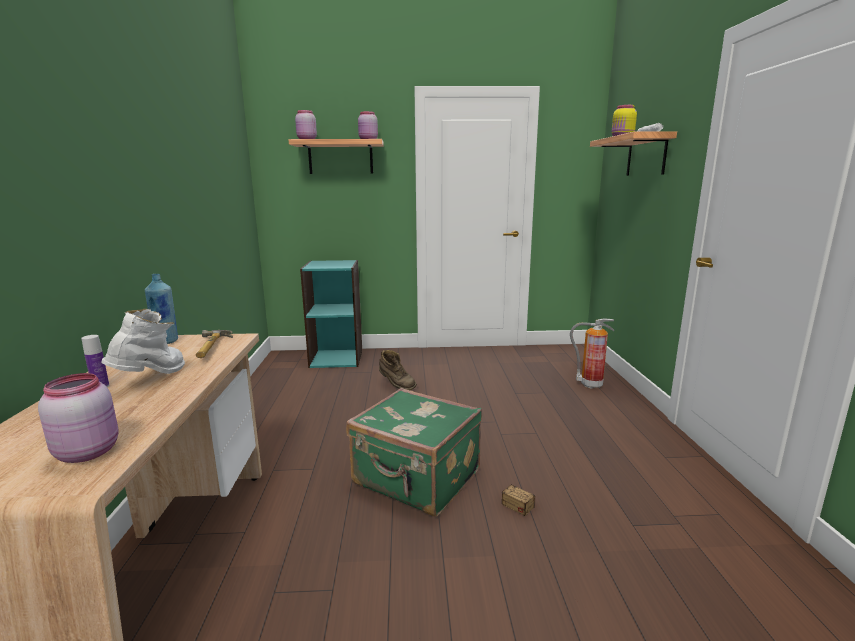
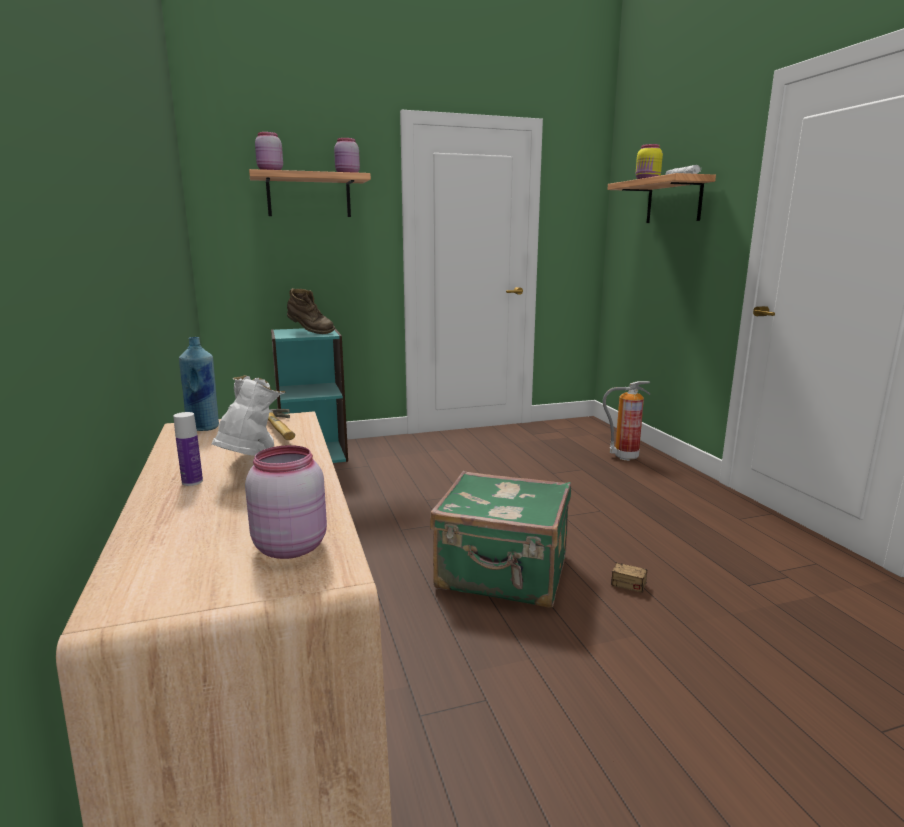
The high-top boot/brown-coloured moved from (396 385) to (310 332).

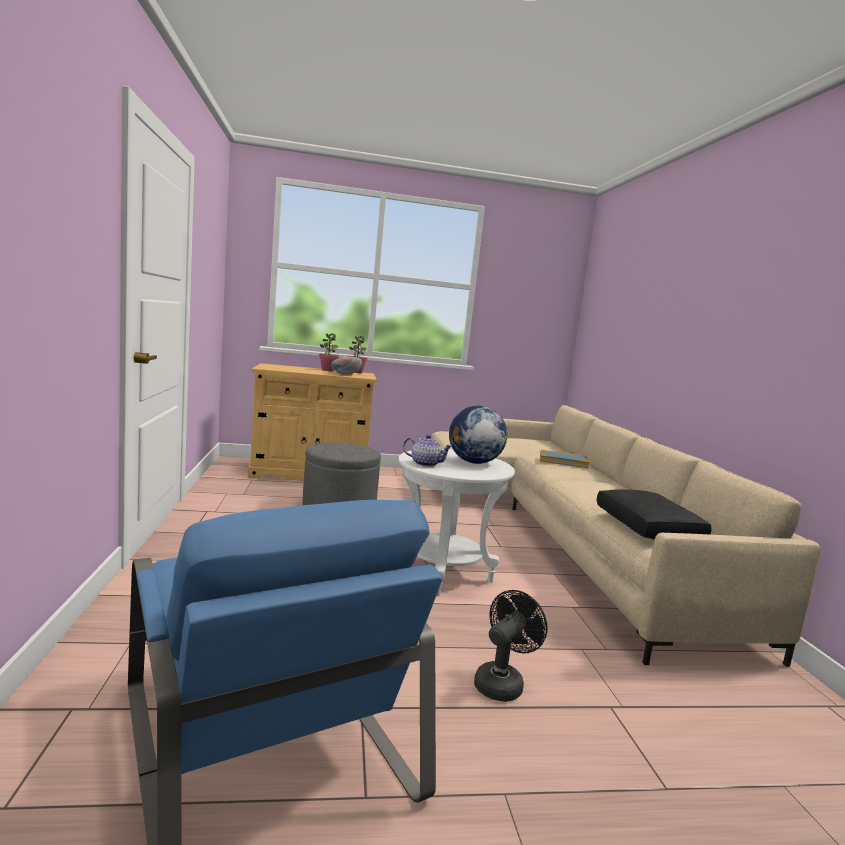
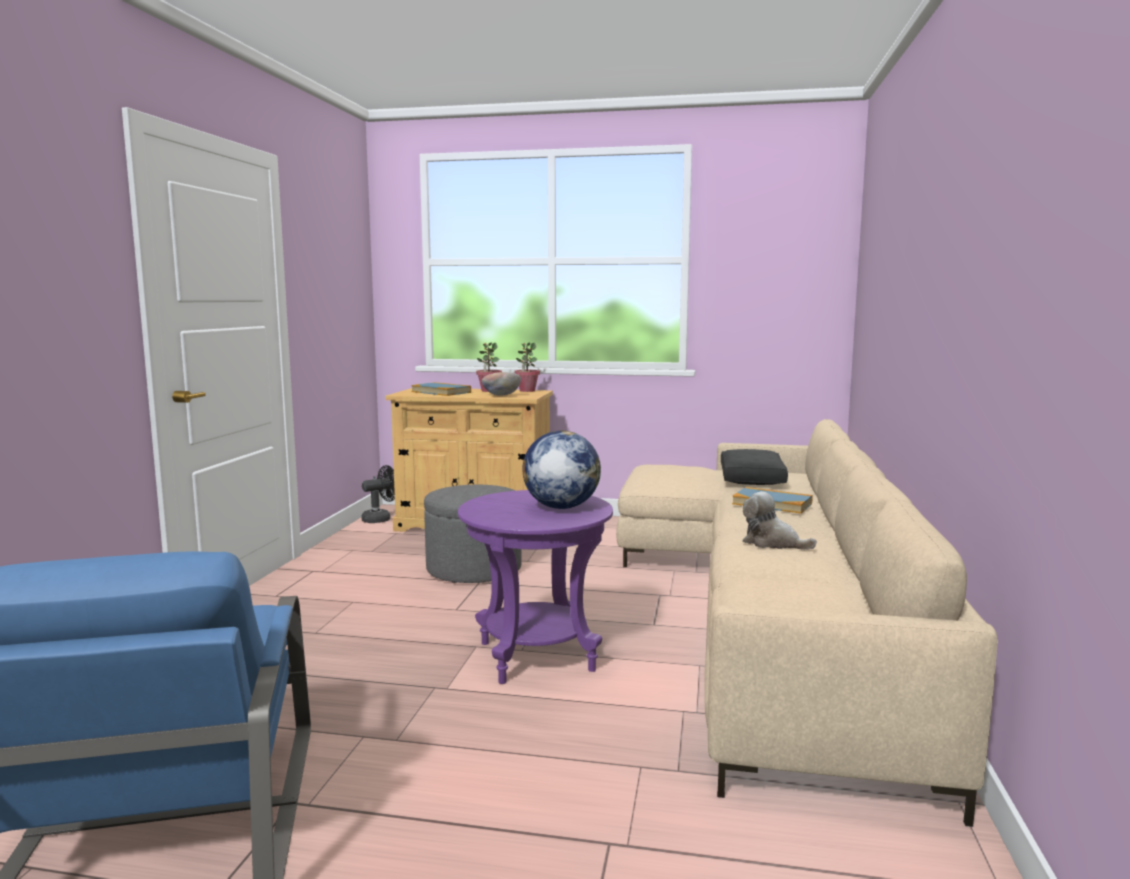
The accent table/white-coloured at (443 573) became the accent table/purple-coloured at (536 656).
The tea pot at (425 463) disappeared.
The cooling fan/black-coloured moved from (502 682) to (381 519).
The cushion/black-coloured moved from (649 527) to (753 478).
The volume at (441 392) appeared.
The soft toy at (772 543) appeared.

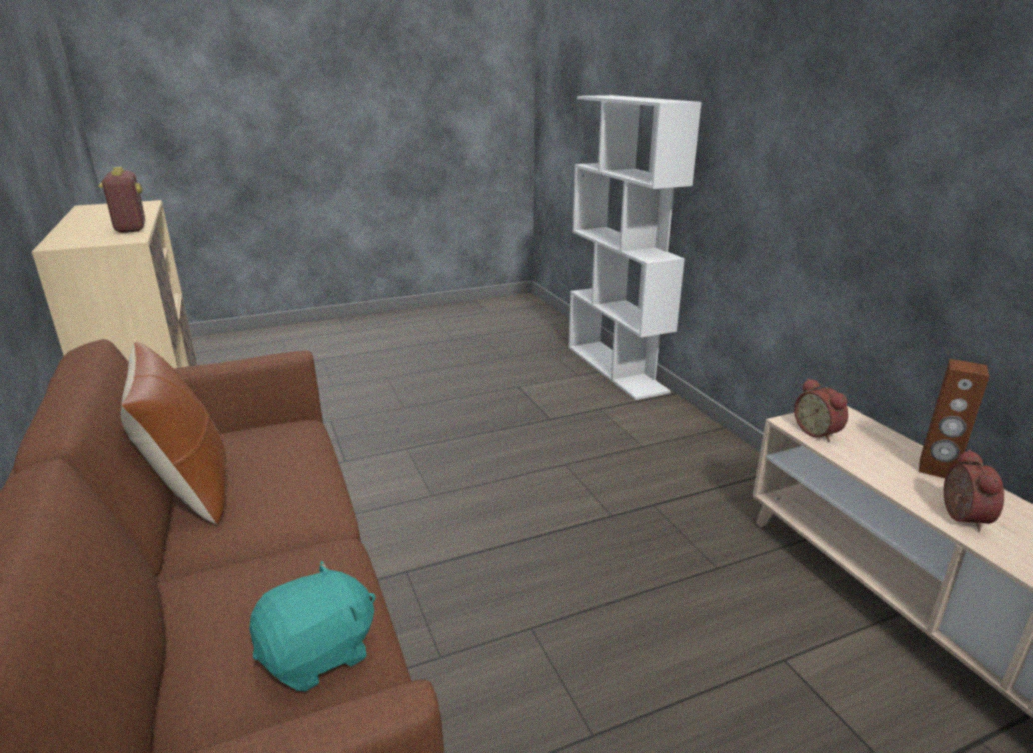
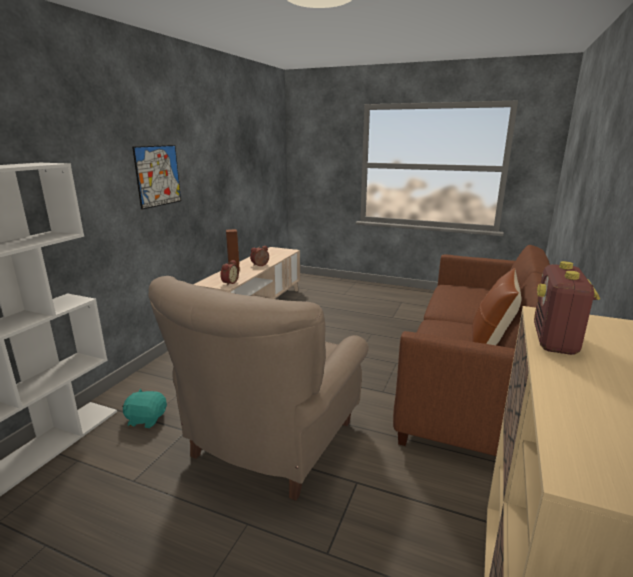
The soft toy/turquoise moved from (319 654) to (146 419).
The wall art at (158 176) appeared.
The armchair/beige-coloured at (270 443) appeared.

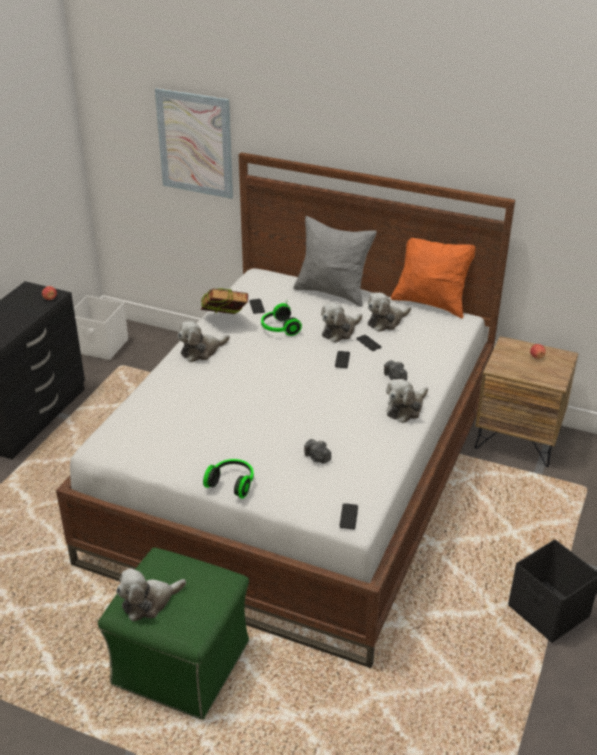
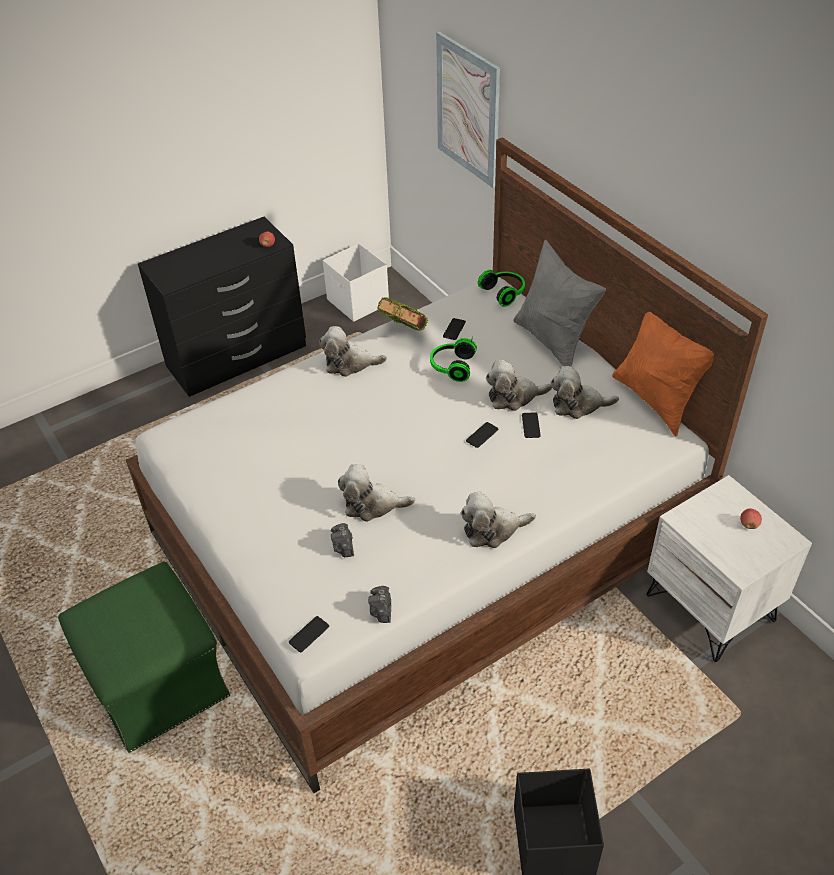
The soft toy moved from (149 602) to (372 505).
The headphones moved from (232 483) to (504 293).
The photo camera moved from (394 377) to (381 611).
The night table/brown-coloured at (518 438) became the night table/white-coloured at (711 607).

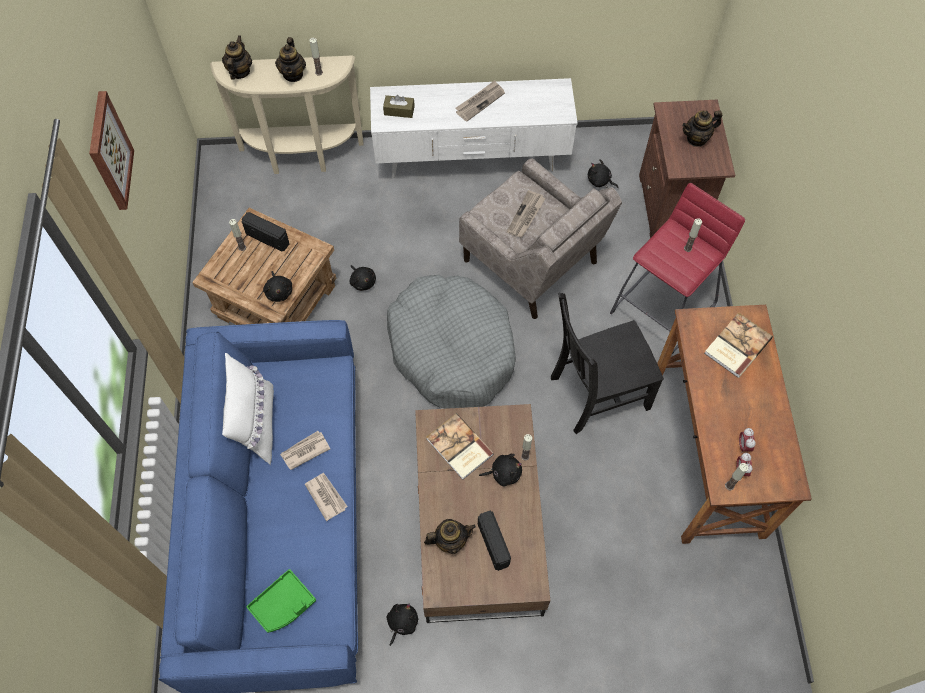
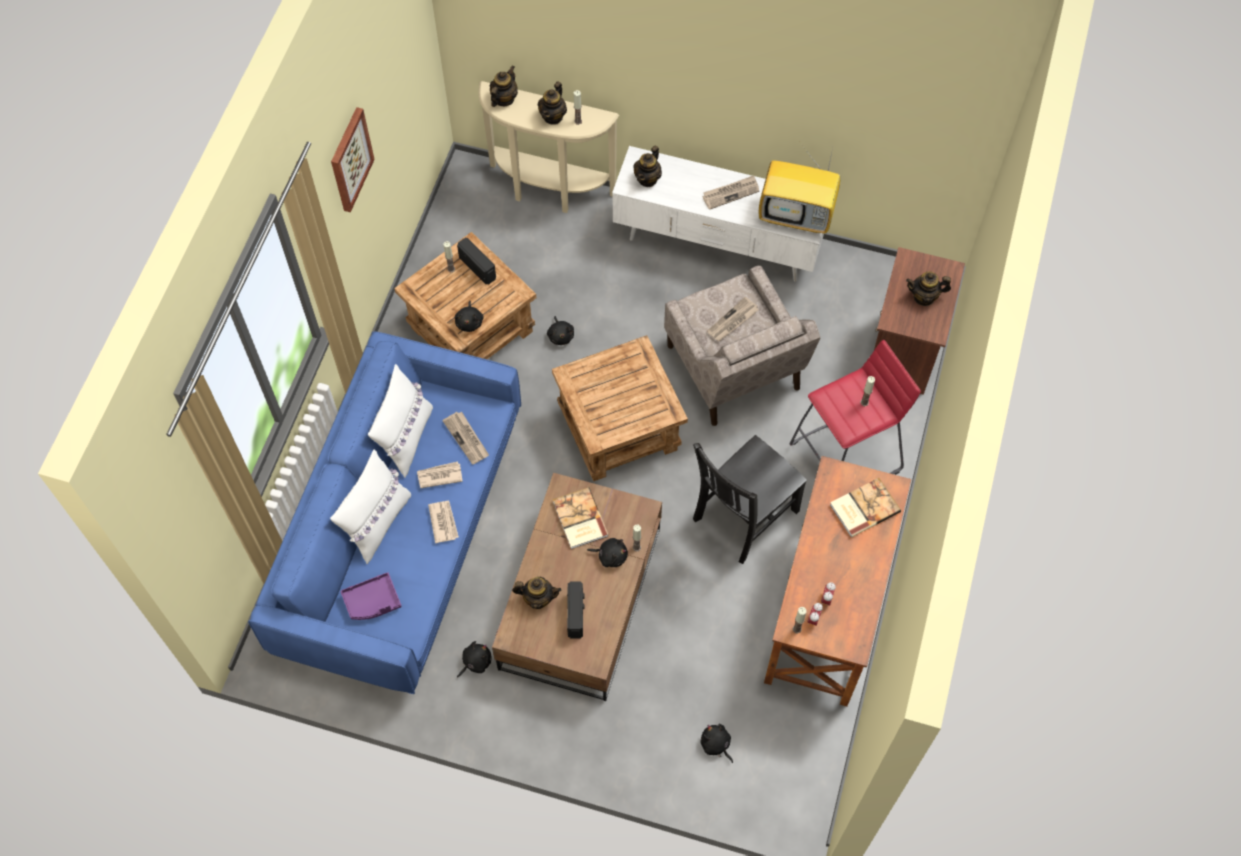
The tray/green at (283 605) became the tray/purple-coloured at (372 601).
The tissue holder/brown-coloured at (399 110) was replaced by the tea pot at (647 179).
The pet bed/greyish at (451 350) was replaced by the accent table/brown-coloured at (620 429).
The chair/black-coloured at (596 393) turned 45 degrees counterclockwise.
The soft toy/black-coloured moved from (600 181) to (716 745).
The cushion/white-coloured at (377 523) appeared.
The printed paper at (467 438) appeared.
The TV at (798 215) appeared.

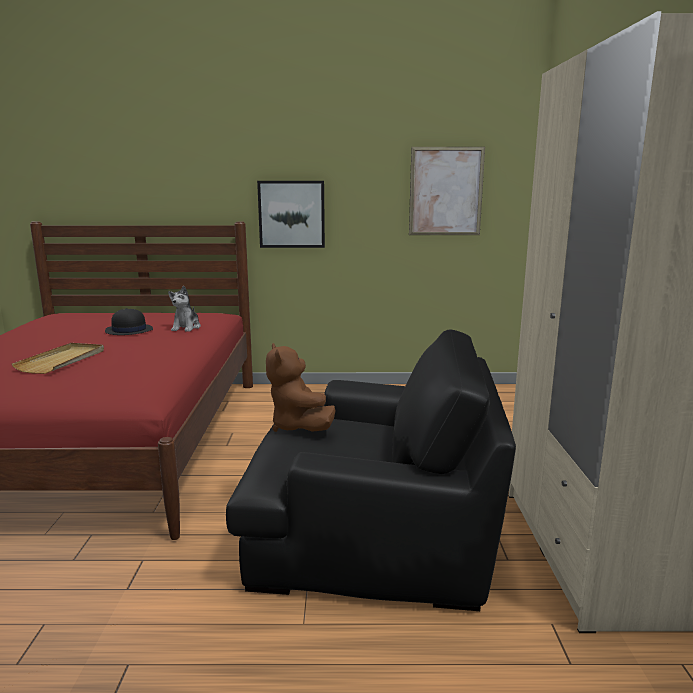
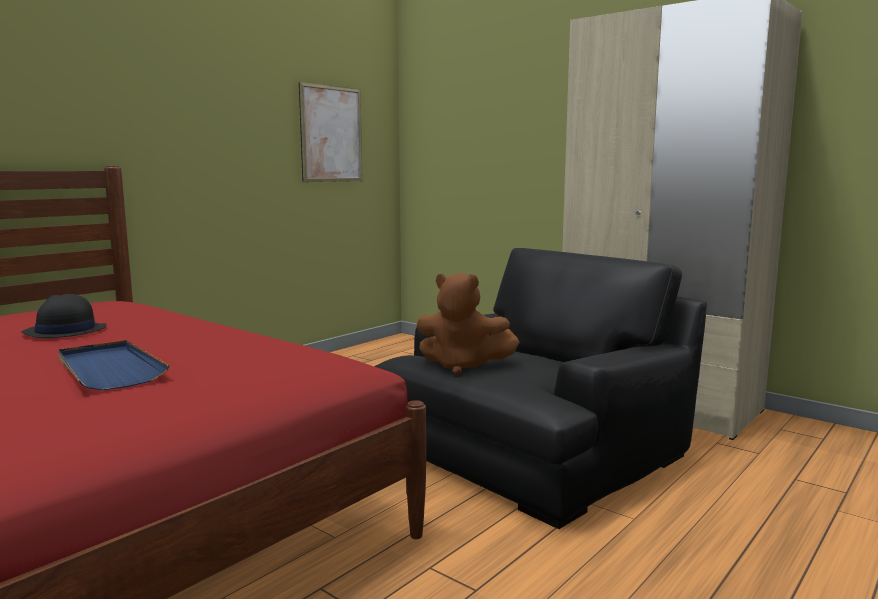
The tray/beige-coloured at (62 360) became the tray/bluish at (109 369).
The soft toy at (186 328) disappeared.
The wall art at (291 214) disappeared.

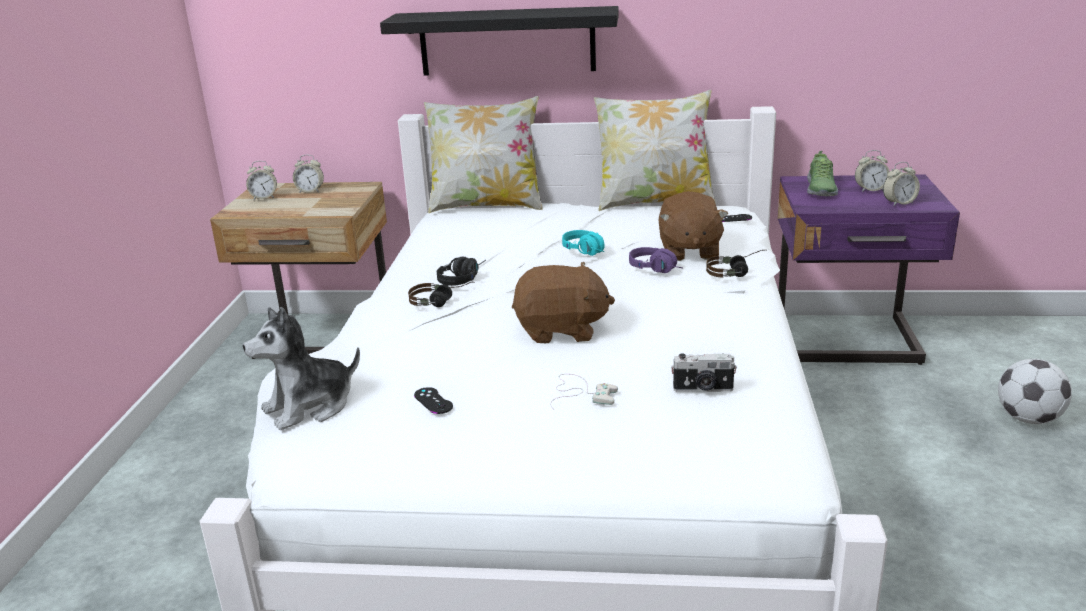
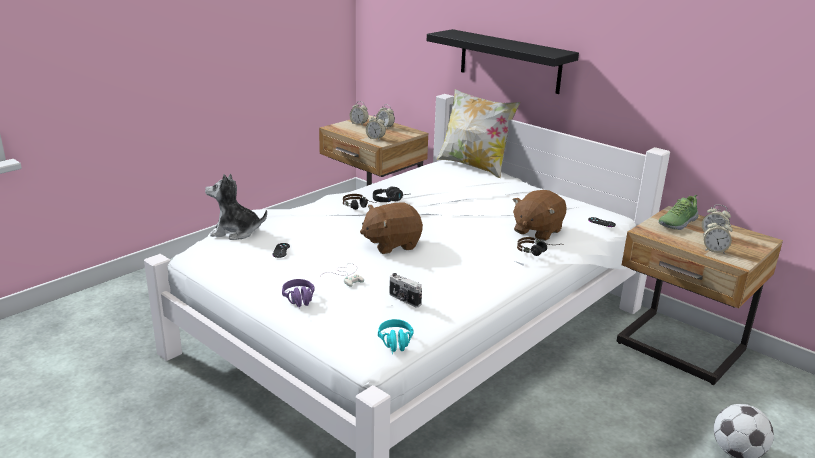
The soft toy/brown-coloured at (561 330) turned 120 degrees clockwise.
The headphones/turquoise moved from (588 251) to (396 345).
The cushion at (654 203) disappeared.
The headphones/purple-coloured moved from (658 269) to (300 301).
The night table/purple-coloured at (848 343) became the night table/beige-coloured at (679 349).
The alarm clock at (375 138) appeared.

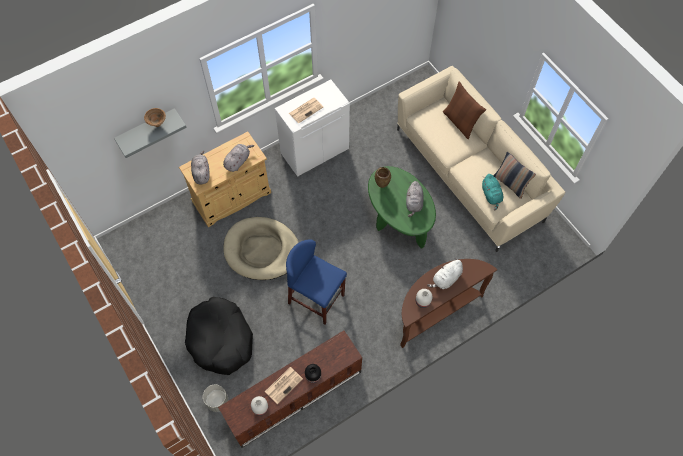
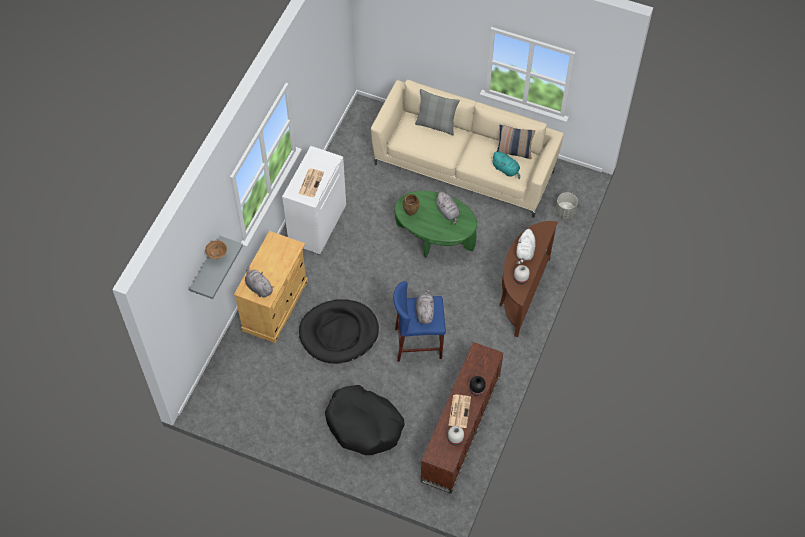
The flower pot/greyish moved from (217 401) to (565 211).
The soft toy/greyish moved from (238 161) to (424 312).
The pet bed/beige-coloured at (261 250) became the pet bed/black-coloured at (339 333).
The cushion/brown-coloured at (460 122) became the cushion/greyish at (436 125).

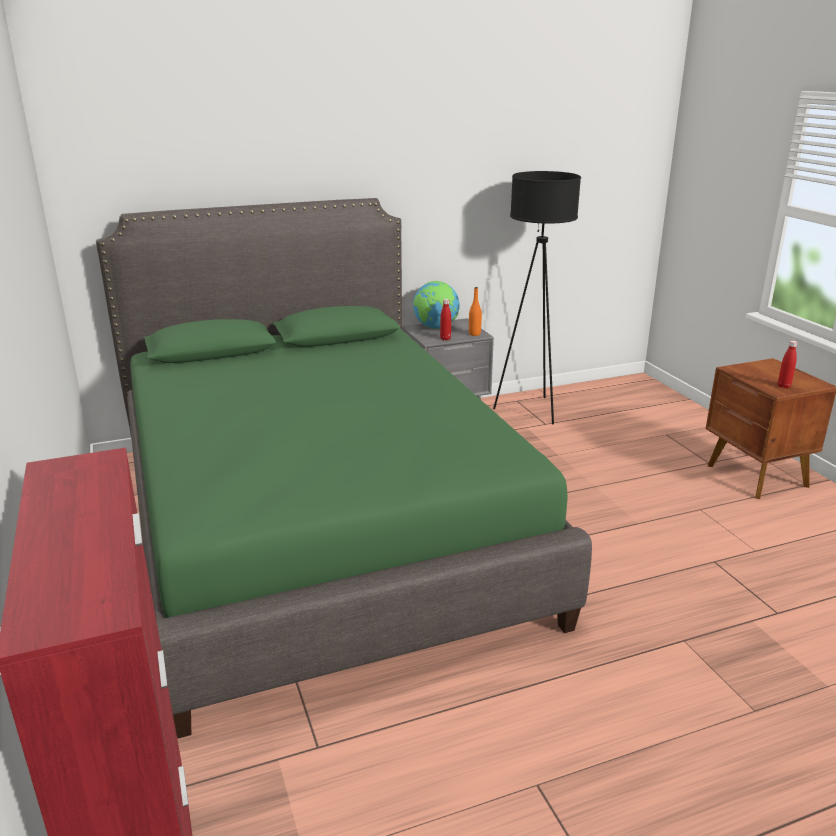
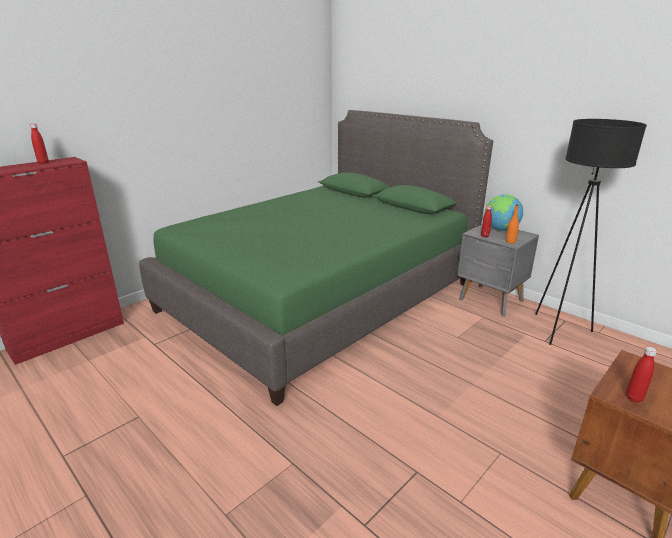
The bottle/red-coloured at (43 163) appeared.

